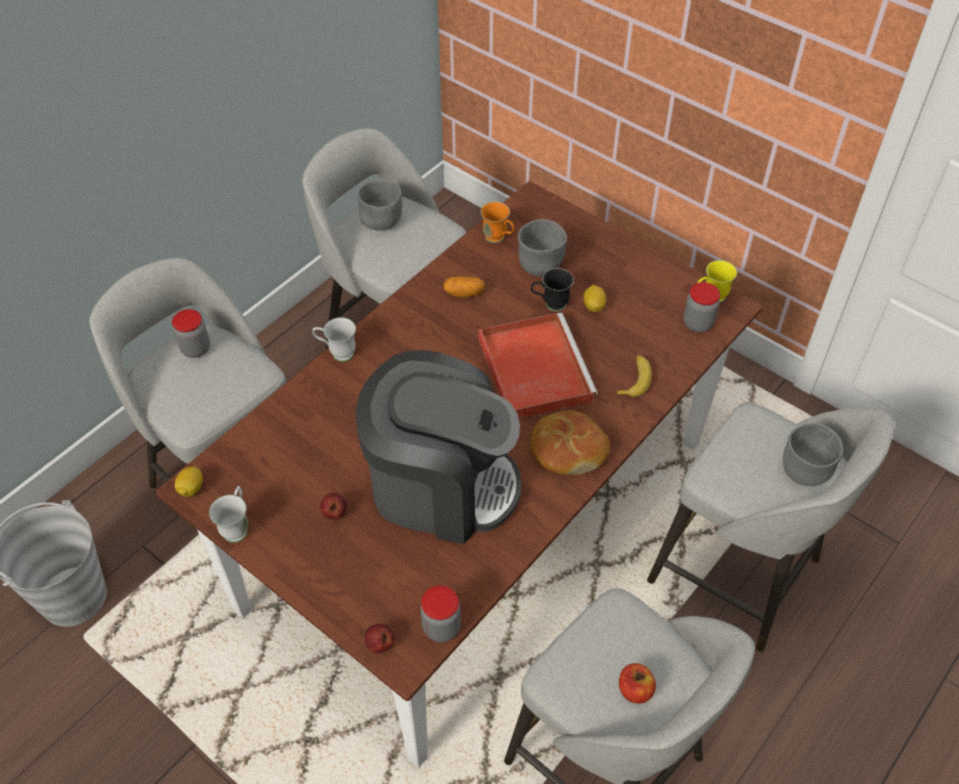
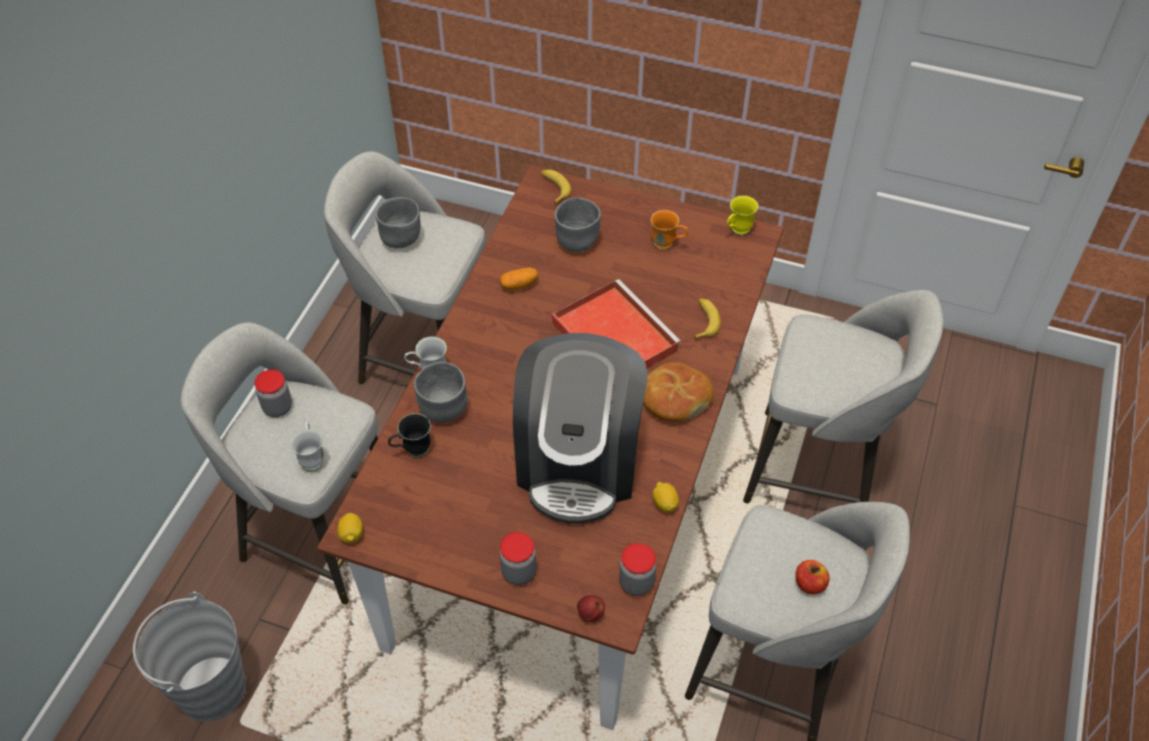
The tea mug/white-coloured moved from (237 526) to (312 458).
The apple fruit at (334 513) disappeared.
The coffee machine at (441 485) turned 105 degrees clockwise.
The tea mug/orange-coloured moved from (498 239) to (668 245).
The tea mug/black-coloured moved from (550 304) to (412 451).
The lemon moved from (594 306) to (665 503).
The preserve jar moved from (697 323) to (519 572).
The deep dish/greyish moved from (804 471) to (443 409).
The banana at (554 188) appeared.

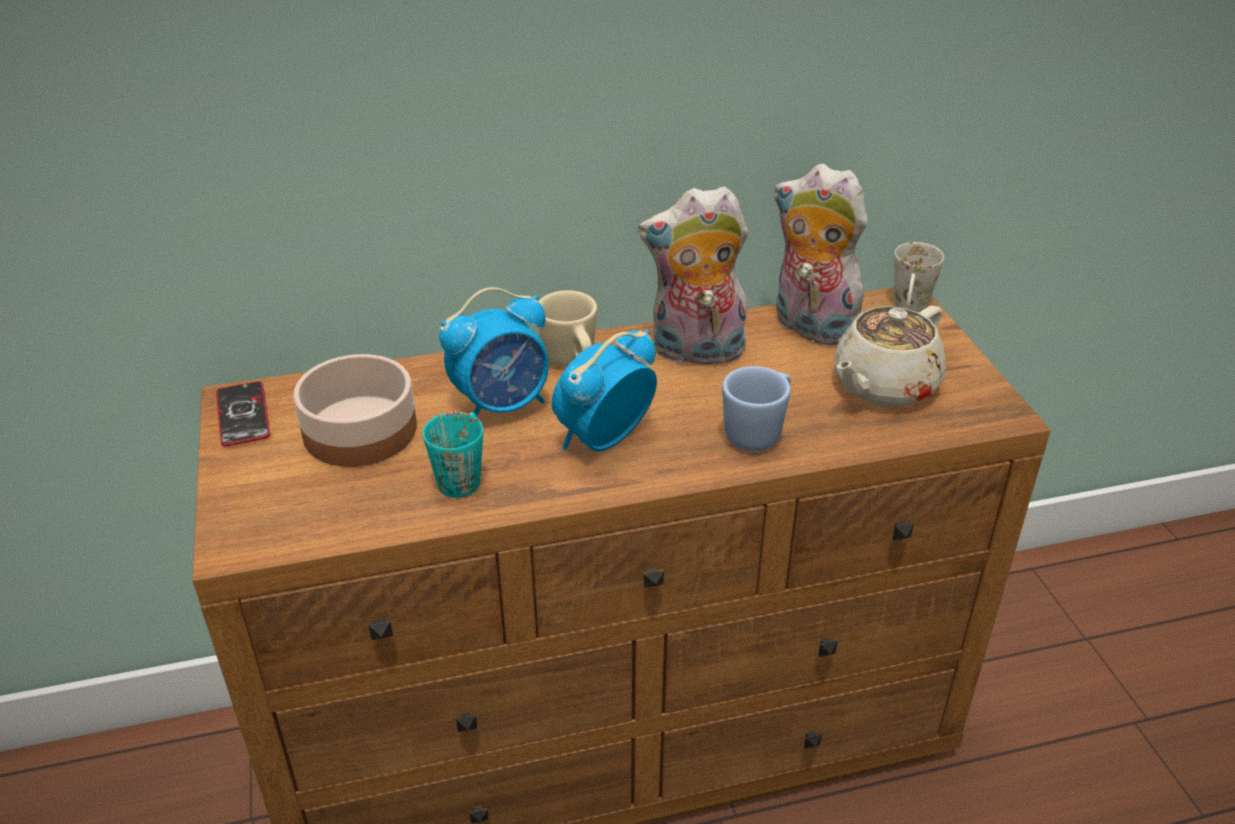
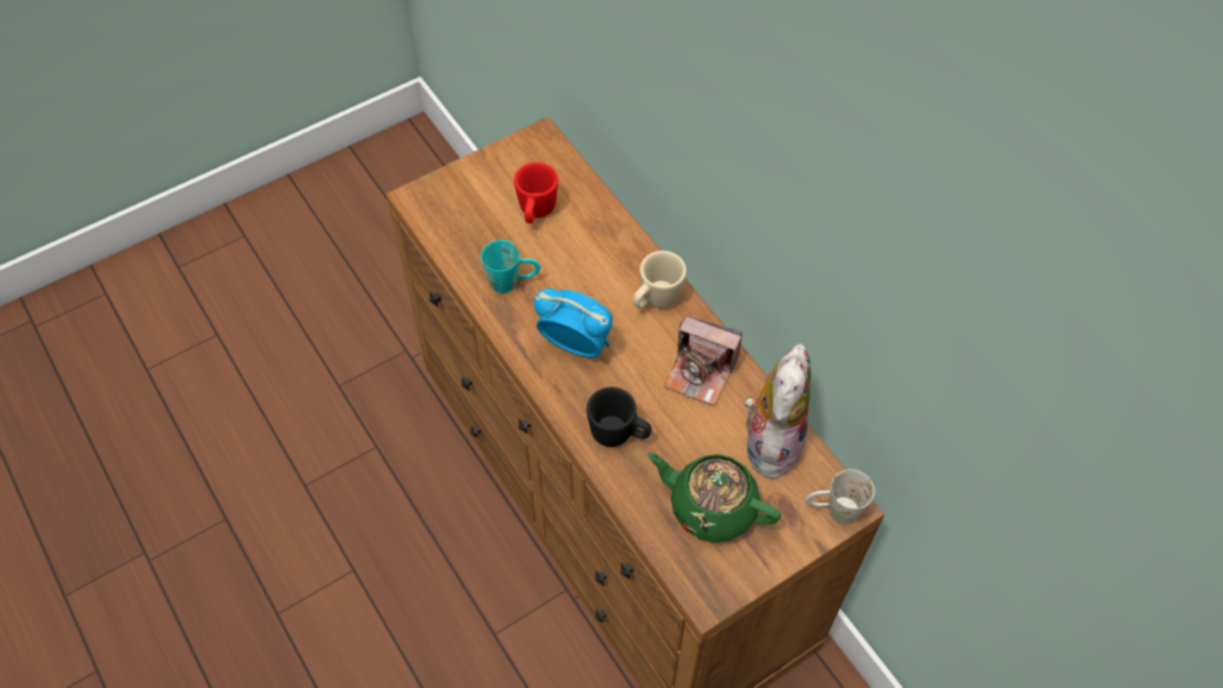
The handset at (243 415) disappeared.
The deep dish at (361 429) was replaced by the tea mug/red-coloured at (536 212).
The alarm clock at (502 405) disappeared.
The soft toy at (695 353) was replaced by the photo camera at (700 372).
The tea mug/bluish at (758 432) became the tea mug/black-coloured at (619 434).
The tea pot/beige-coloured at (883 385) became the tea pot/green at (711 506).

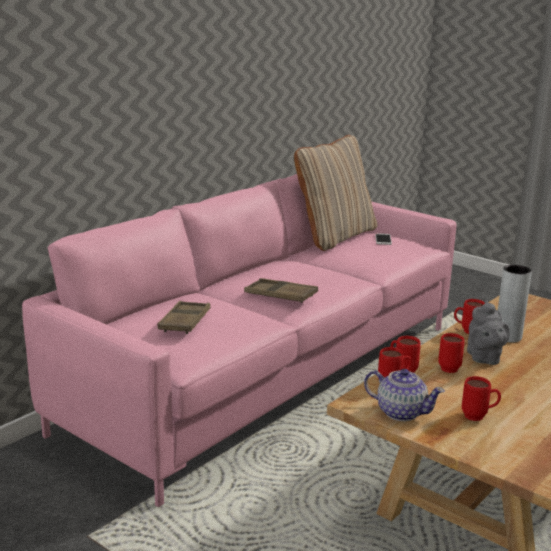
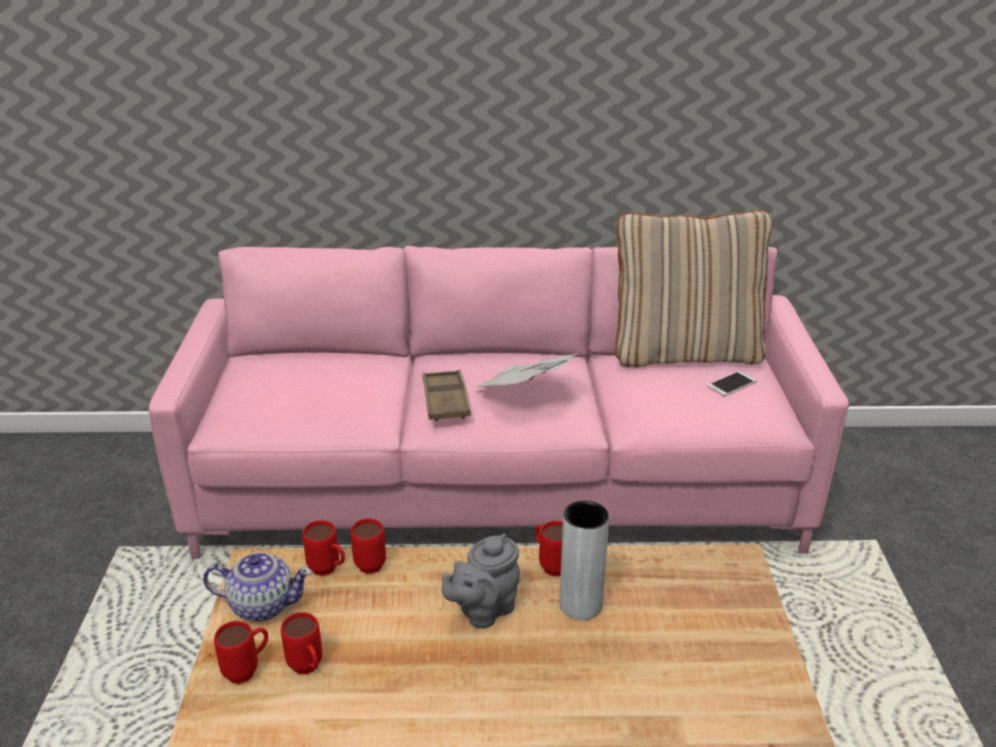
The tray/brown-coloured at (185 322) disappeared.
The tea pot at (400 412) turned 75 degrees counterclockwise.
The tea mug/red-coloured moved from (448 367) to (248 670).
The printed paper at (525 394) appeared.

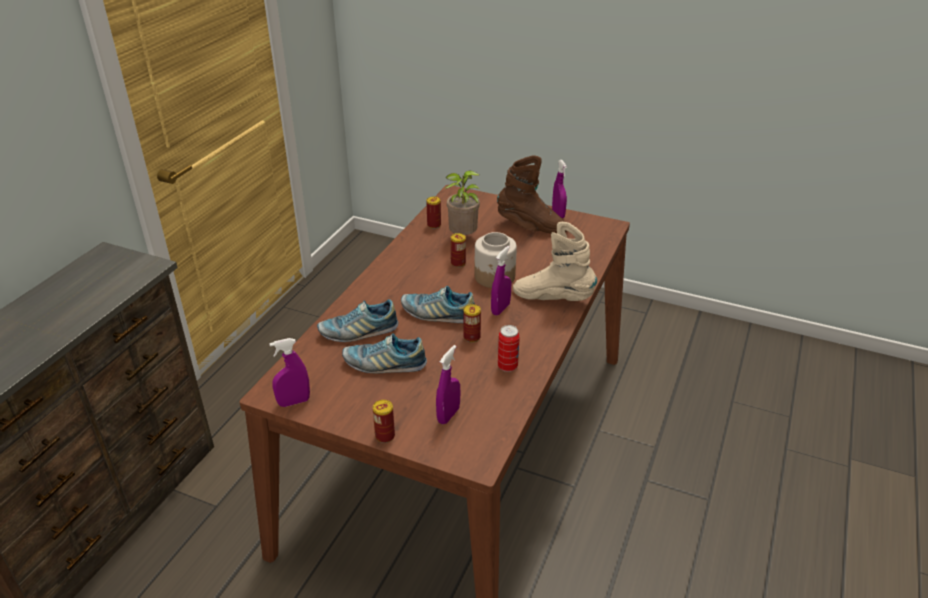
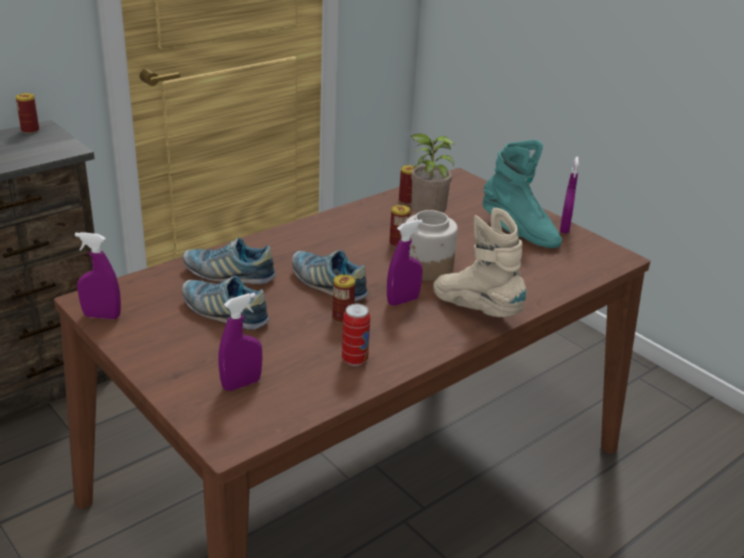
The sealed can moved from (385 436) to (30 130).
The high-top boot/brown-coloured at (531 227) became the high-top boot/turquoise at (518 232).

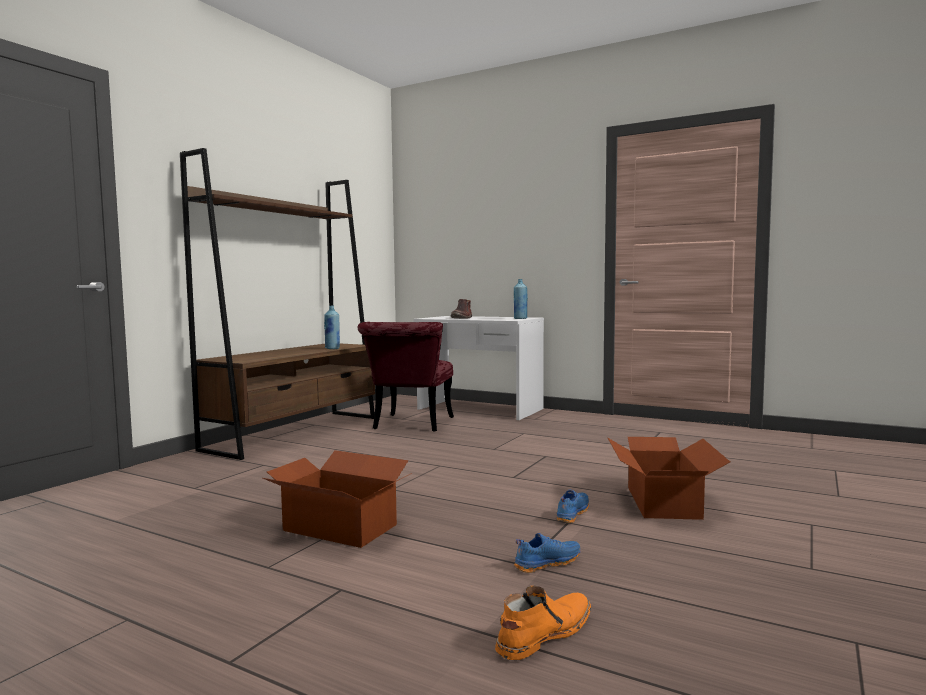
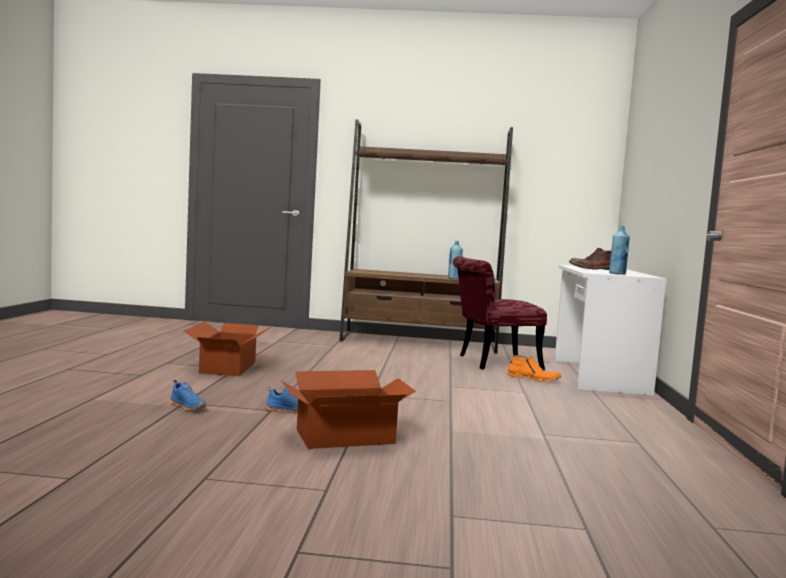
The high-top boot/orange-coloured moved from (543 634) to (533 379).

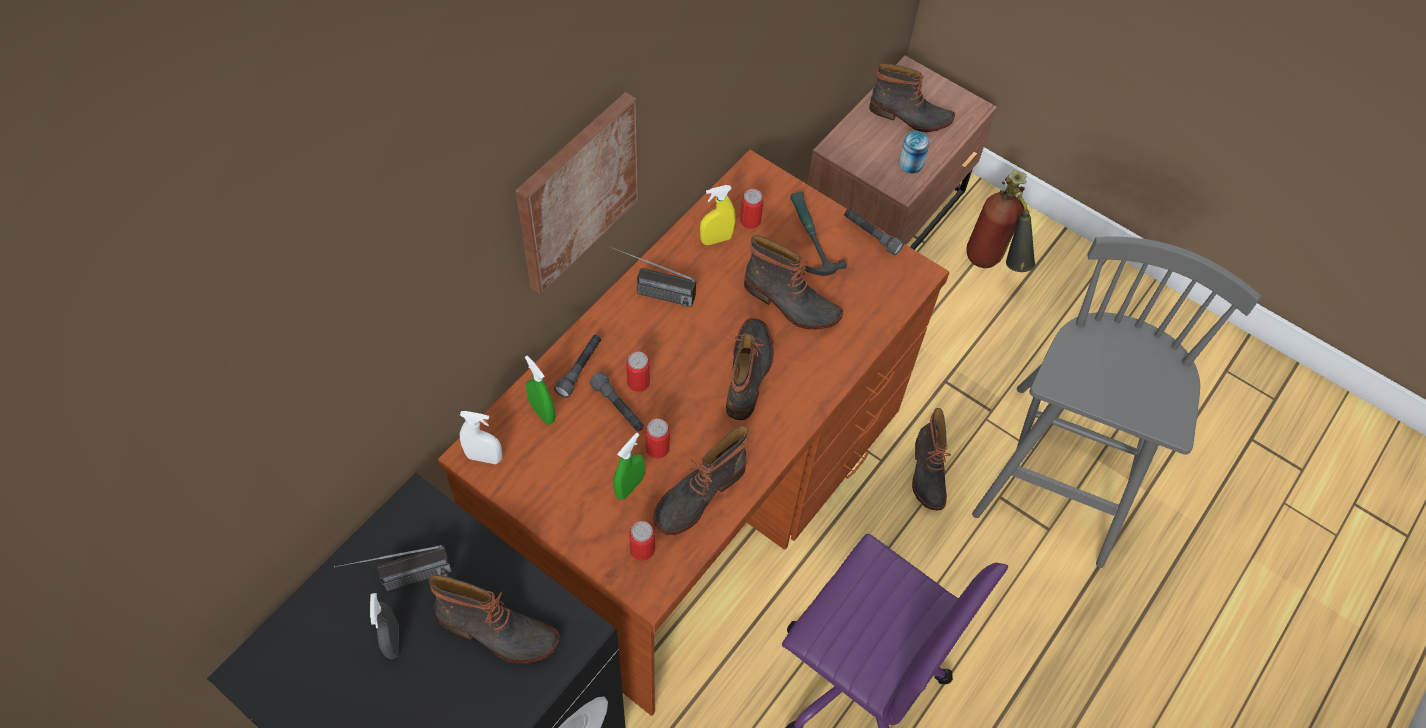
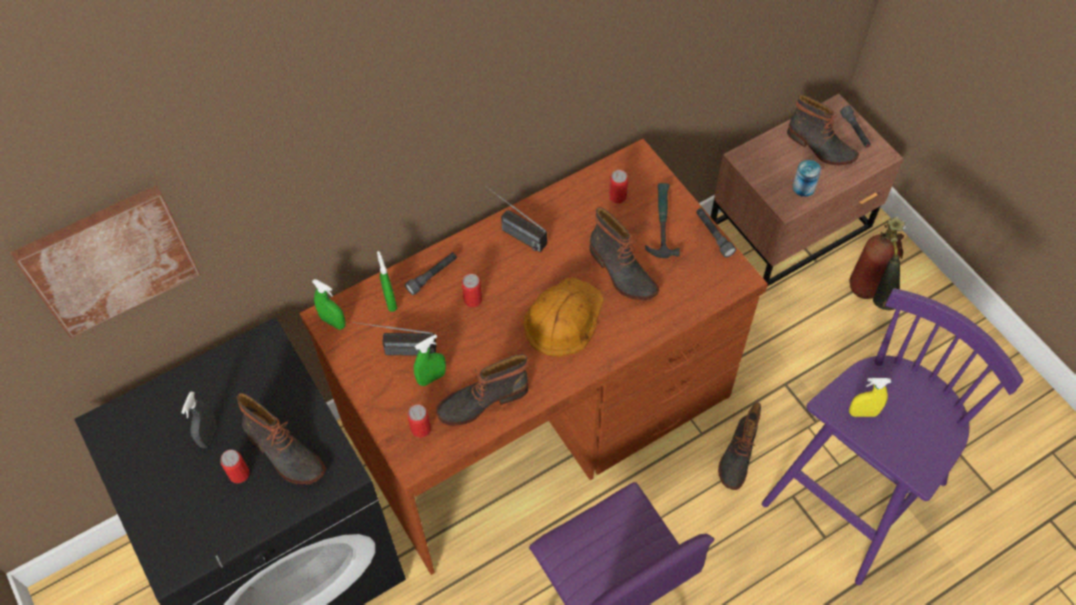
The radio moved from (400 581) to (397 351).
The spray bottle/white-coloured at (484 457) became the spray bottle/green at (333 322).
The wall art moved from (576 192) to (109 259).
The hand torch/greyish moved from (618 407) to (855 131).
The sealed can moved from (657 448) to (239 474).
The spray bottle/yellowish moved from (716 239) to (863 413).
The high-top boot at (749 373) was replaced by the hard hat/orange-coloured at (563 318).
The sitting stool/greyish at (1057 477) became the sitting stool/purple-coloured at (851 496).

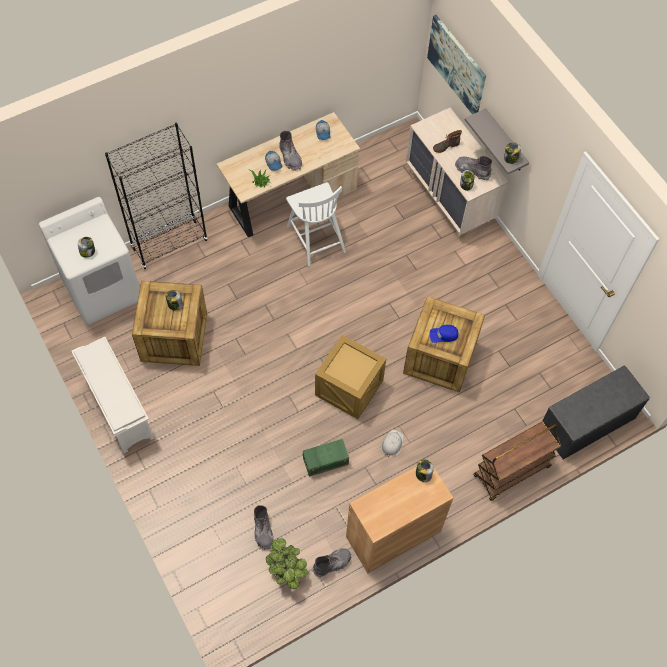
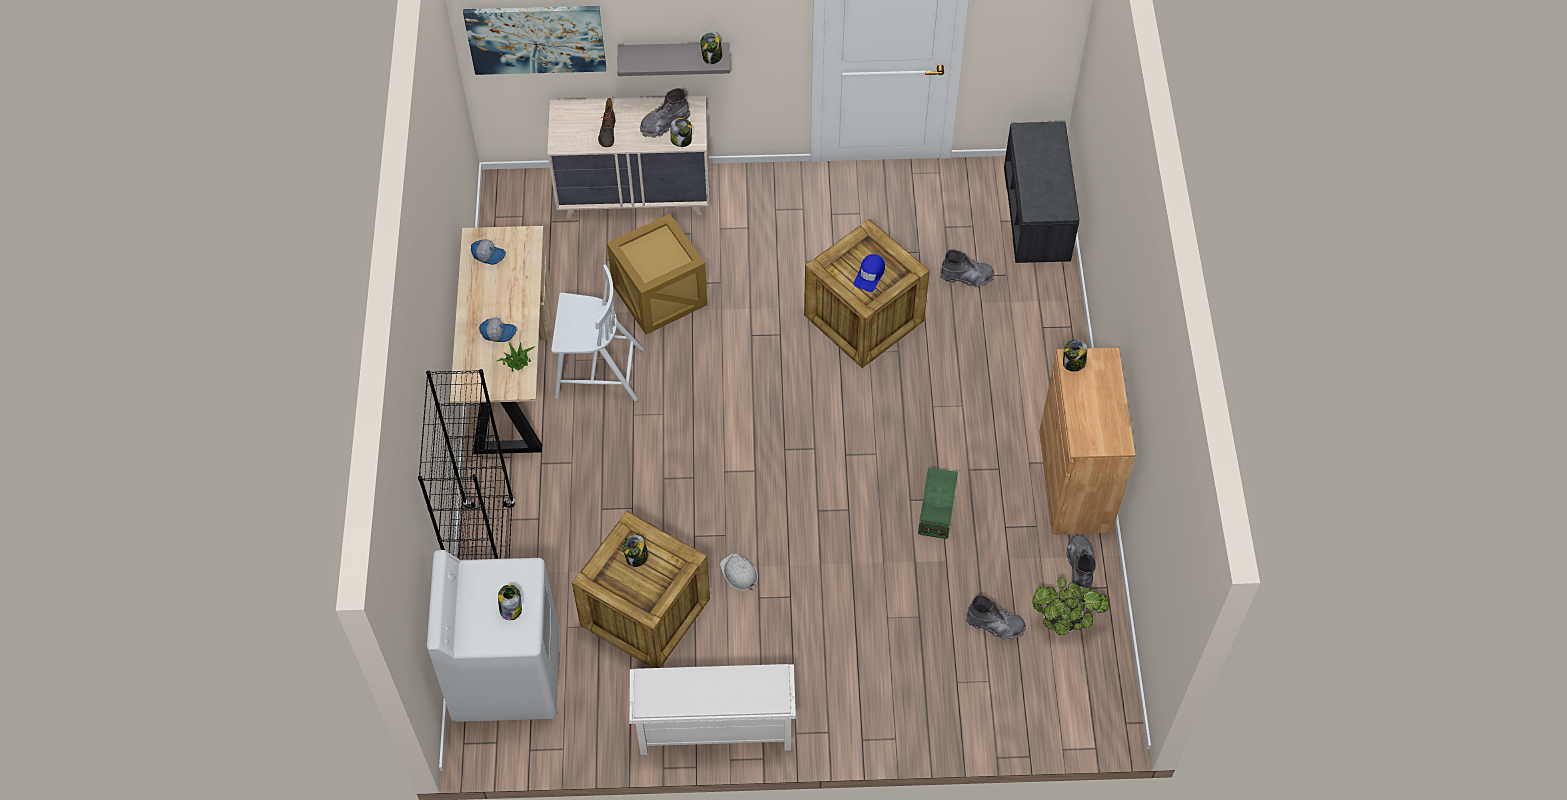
The high-top boot/greyish moved from (290 157) to (967 277).
The shipping crate moved from (349 387) to (659 294).
The hard hat/white-coloured moved from (392 443) to (739 573).
The wheeled cart/brown-coloured at (511 472) disappeared.

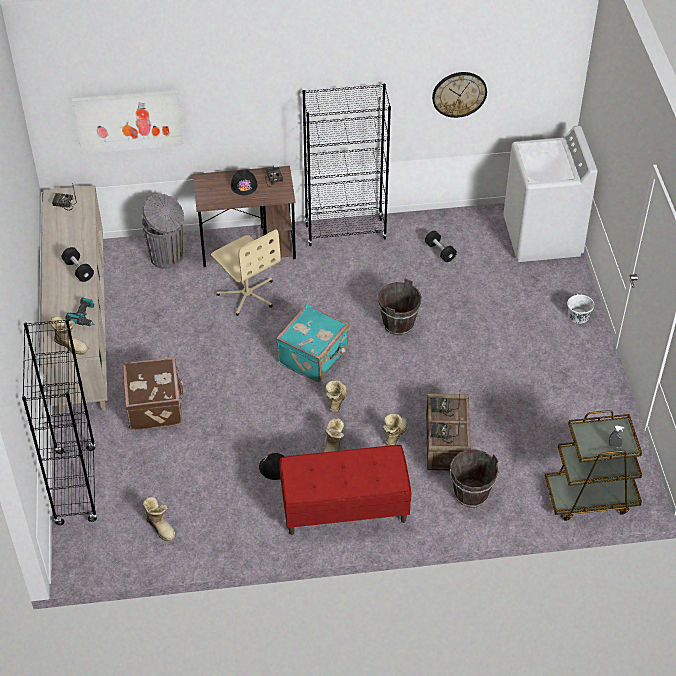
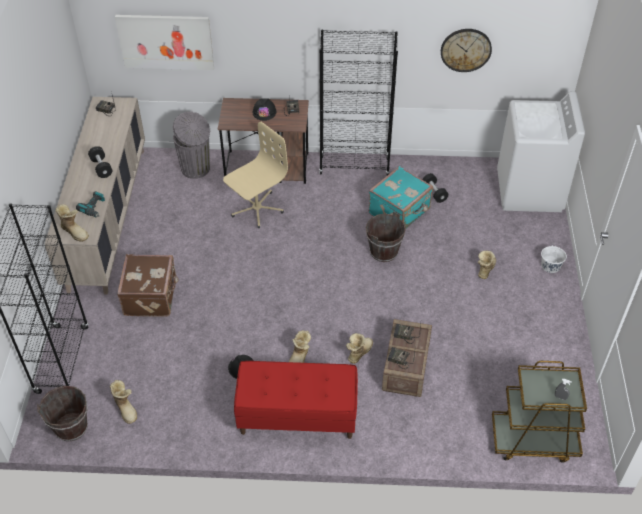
The desk chair/beige-coloured at (247 294) turned 105 degrees counterclockwise.
The suitcase/turquoise moved from (314 356) to (400 212).
The high-top boot moved from (336 401) to (485 269).
The pail/brown-coloured moved from (471 493) to (71 427).

